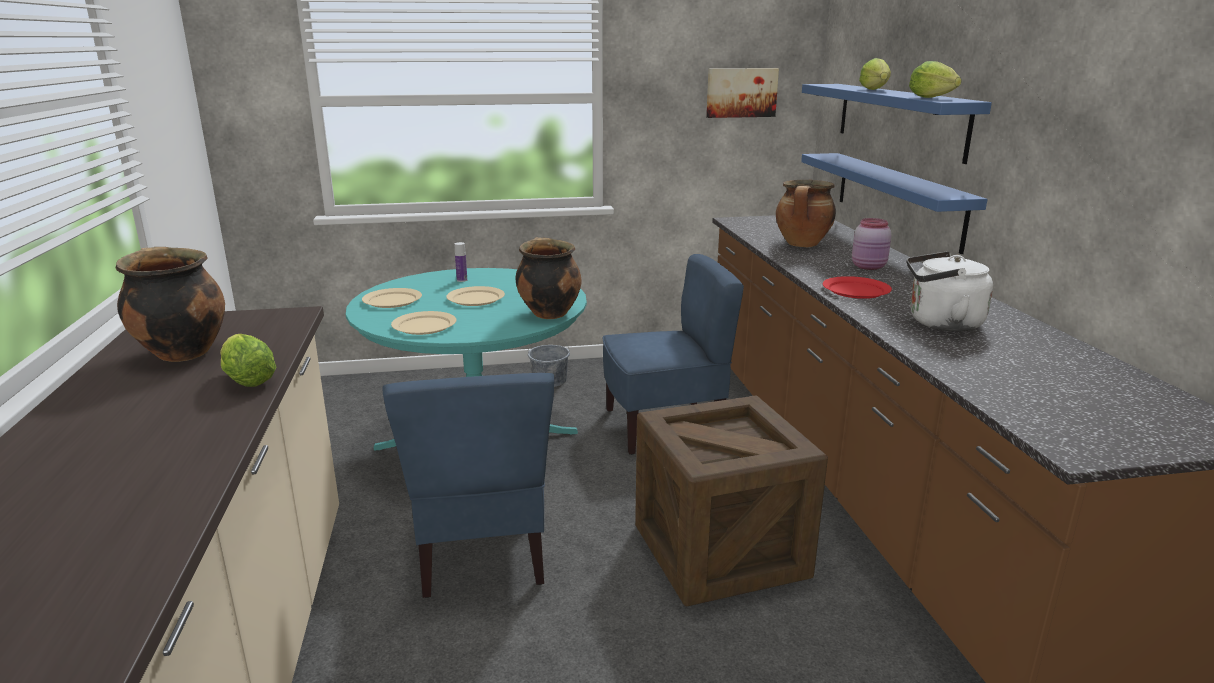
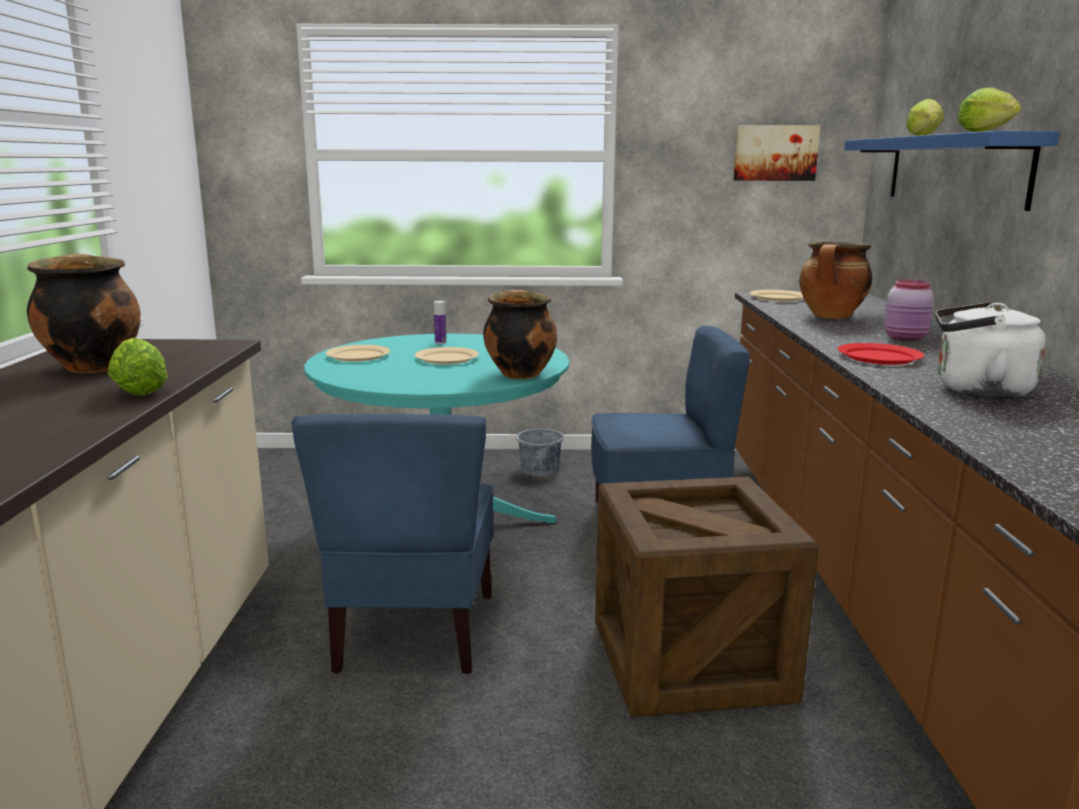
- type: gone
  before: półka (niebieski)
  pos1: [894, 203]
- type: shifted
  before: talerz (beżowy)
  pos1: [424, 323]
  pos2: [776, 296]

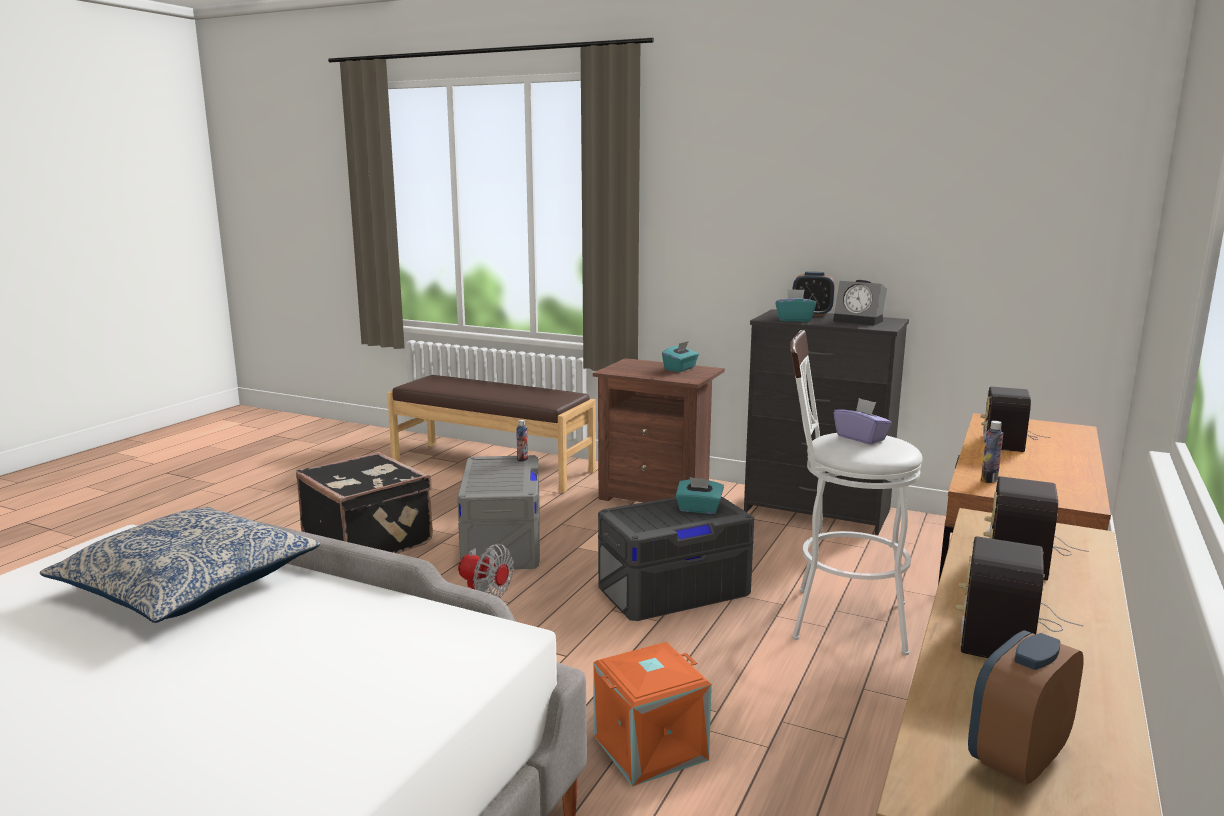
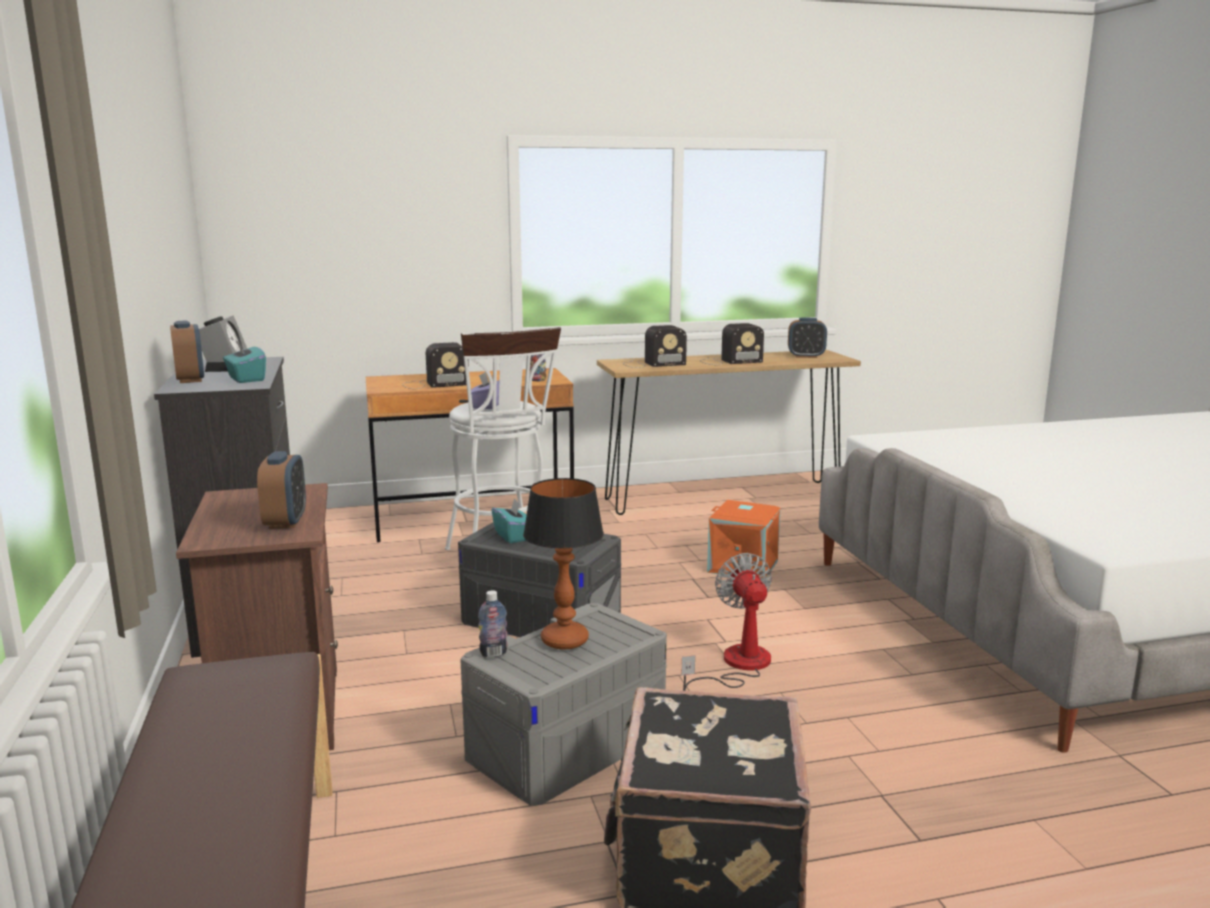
- type: gone
  before: poduszka
  pos1: [179, 565]
- type: gone
  before: pudełko chusteczek (turkusowy)
  pos1: [680, 356]
- type: new
  after: budzik
  pos2: [281, 490]
- type: new
  after: lampa stołowa
  pos2: [563, 563]

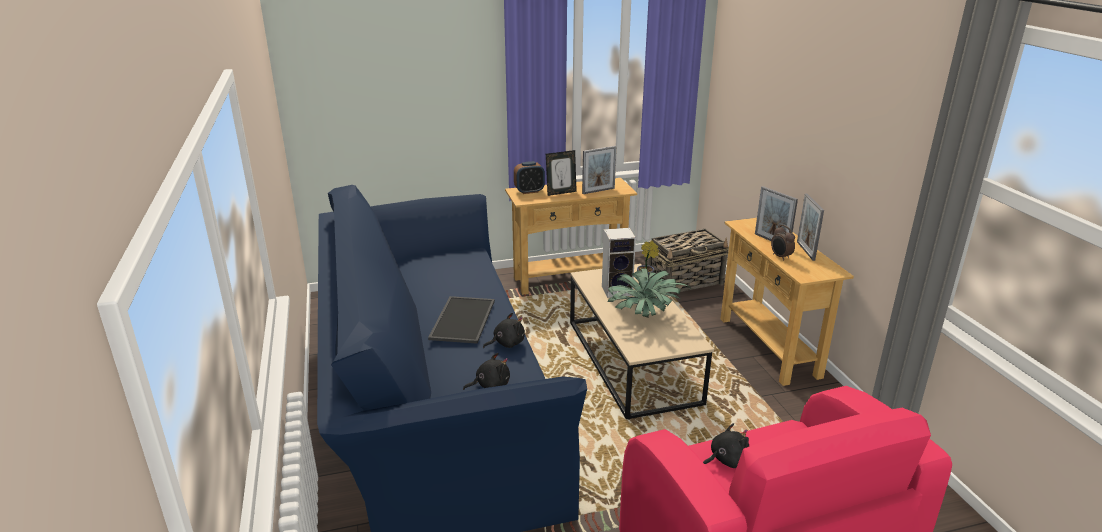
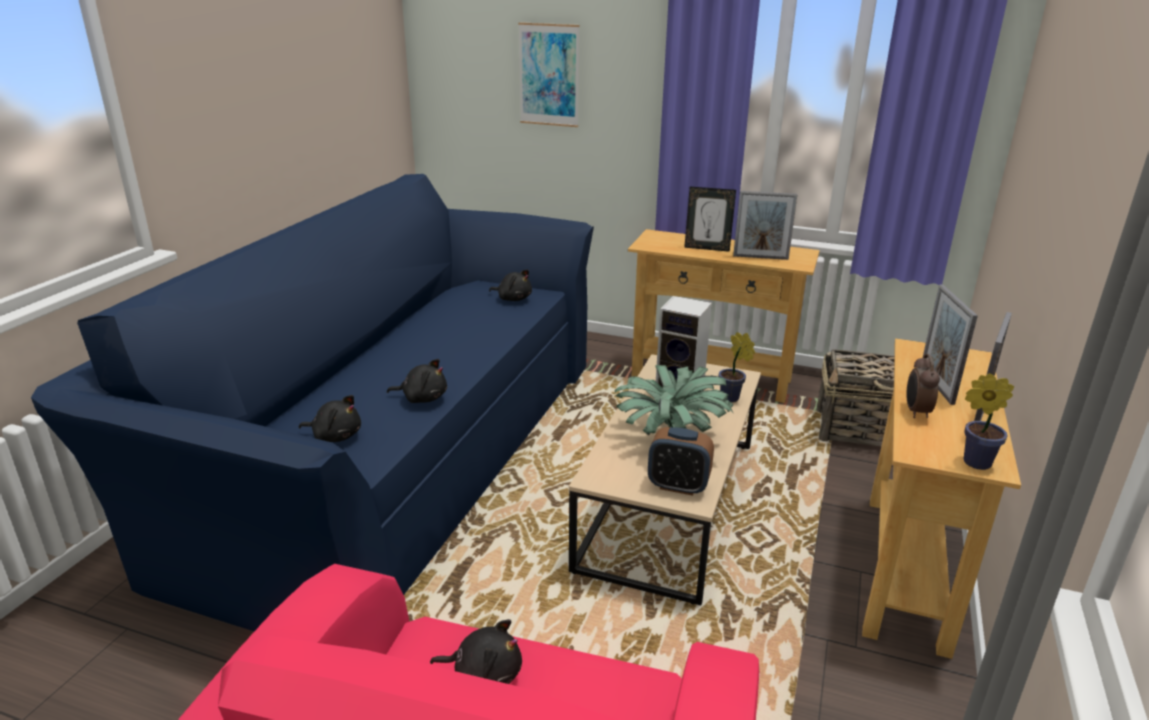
- type: gone
  before: taca
  pos1: [461, 320]
- type: new
  after: pluszak (czarny)
  pos2: [510, 285]
- type: new
  after: obraz
  pos2: [549, 74]
- type: new
  after: roślina doniczkowa
  pos2: [989, 421]
- type: shifted
  before: budzik
  pos1: [529, 177]
  pos2: [681, 461]

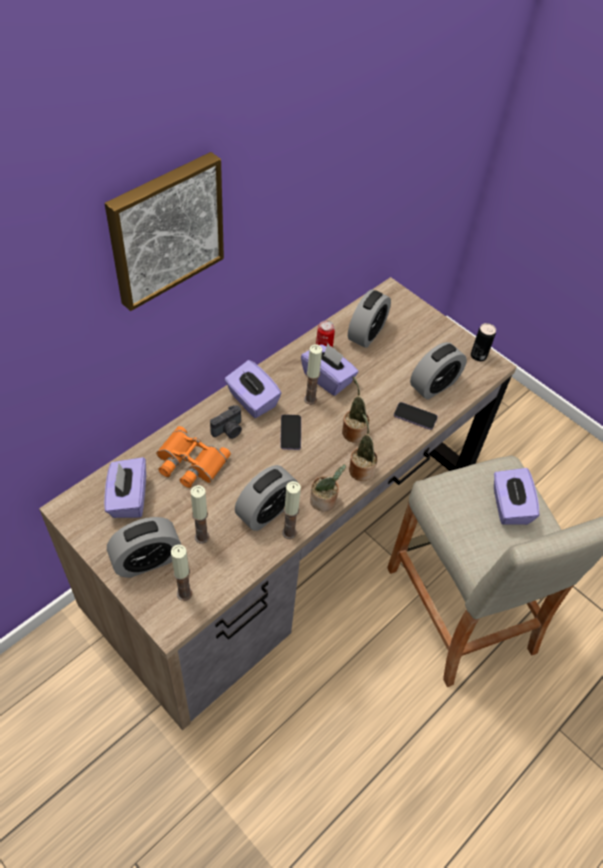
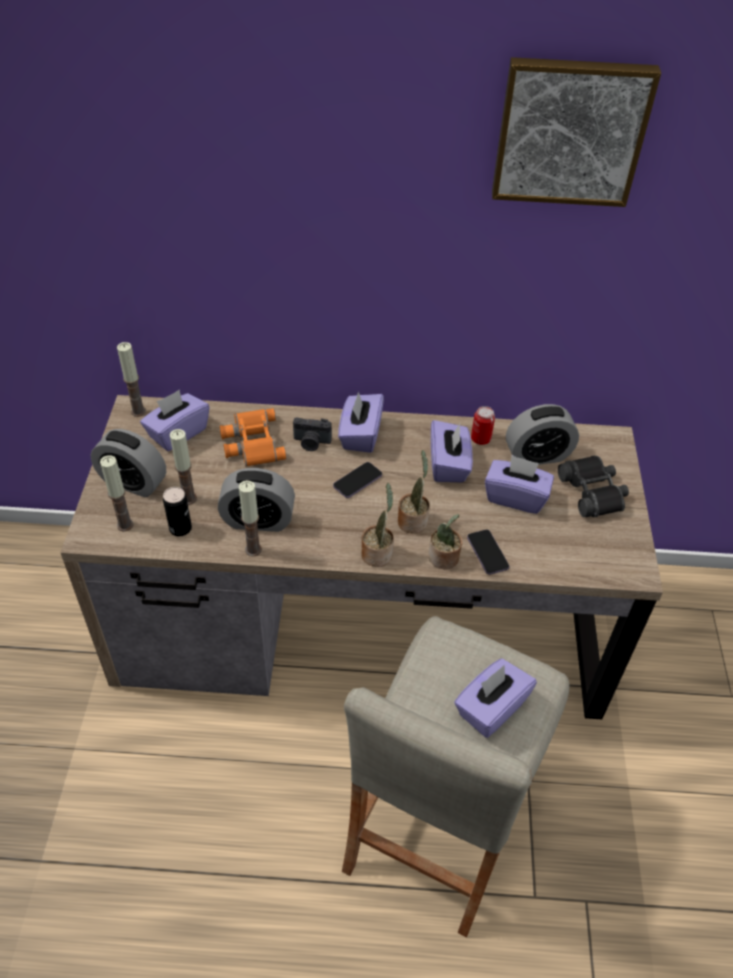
- type: gone
  before: budzik
  pos1: [438, 371]
- type: new
  after: pudełko chusteczek (fioletowy)
  pos2: [519, 484]
- type: new
  after: lornetka (czarny)
  pos2: [593, 486]
- type: shifted
  before: obraz
  pos1: [164, 231]
  pos2: [576, 132]
- type: shifted
  before: świeca
  pos1: [313, 374]
  pos2: [131, 379]
- type: shifted
  before: roślina doniczkowa
  pos1: [328, 488]
  pos2: [445, 541]
- type: shifted
  before: puszka
  pos1: [483, 342]
  pos2: [177, 511]

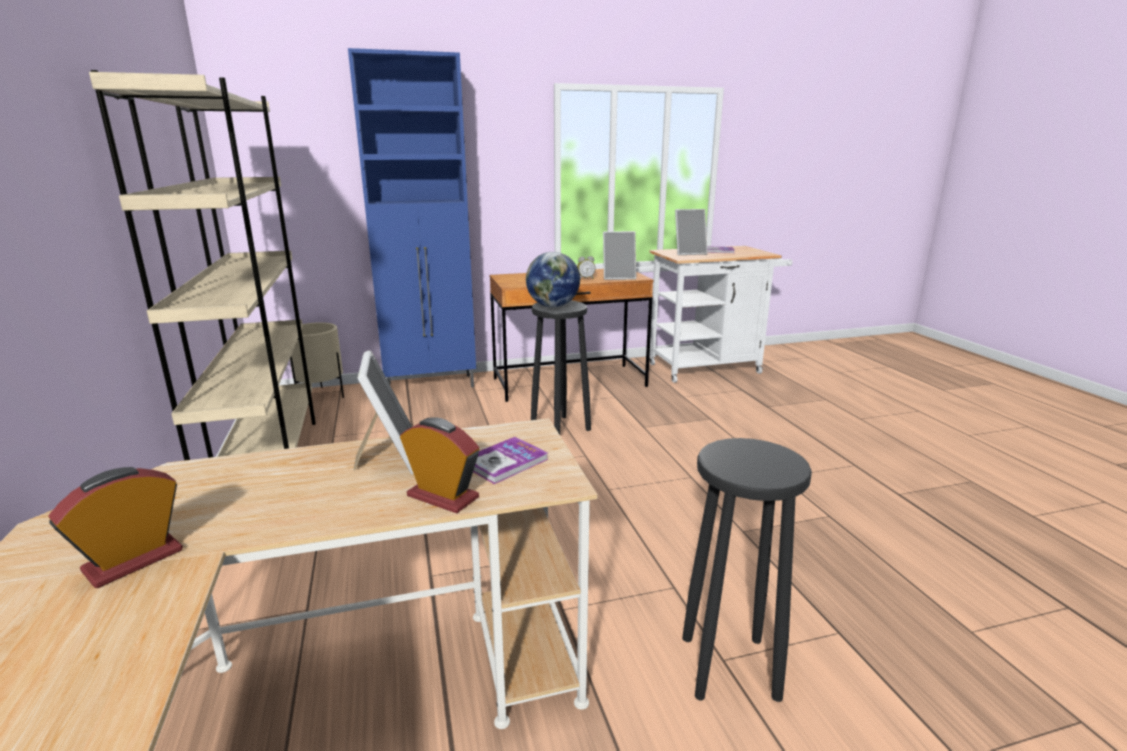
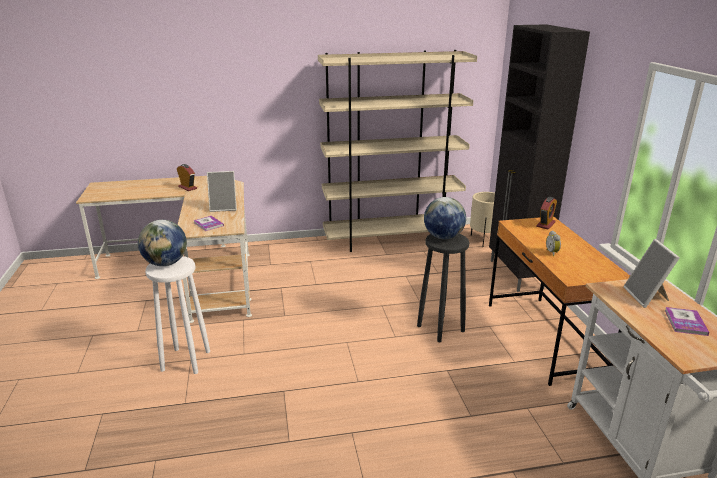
- type: gone
  before: ramka na zdjęcie
  pos1: [619, 255]
- type: new
  after: globus
  pos2: [162, 243]
- type: shifted
  before: budzik
  pos1: [439, 465]
  pos2: [546, 213]
- type: repainted
  before: szafka (niebieski)
  after: szafka (czarny)
  pos1: [412, 217]
  pos2: [539, 158]
- type: repainted
  before: stołek (czarny)
  after: stołek (biały)
  pos1: [747, 570]
  pos2: [177, 315]

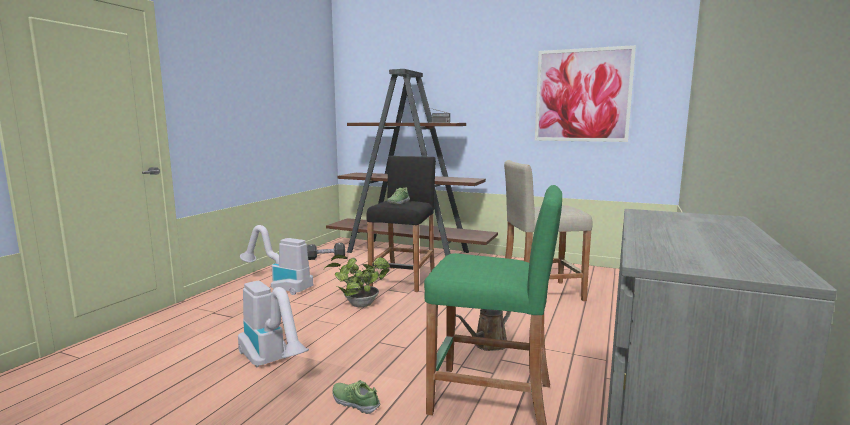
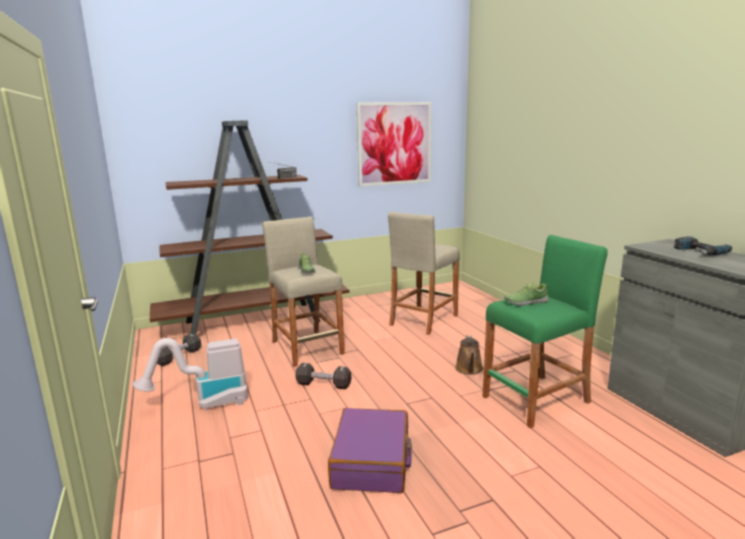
- type: new
  after: wiertarka
  pos2: [703, 246]
- type: shifted
  before: but
  pos1: [356, 397]
  pos2: [526, 294]
- type: swapped
  before: odkurzacz
  after: walizka (fioletowy)
  pos1: [273, 324]
  pos2: [370, 450]
- type: swapped
  before: roślina doniczkowa
  after: hantel (czarny)
  pos1: [357, 281]
  pos2: [323, 376]
- type: repainted
  before: stołek (czarny)
  after: stołek (beżowy)
  pos1: [401, 224]
  pos2: [303, 291]

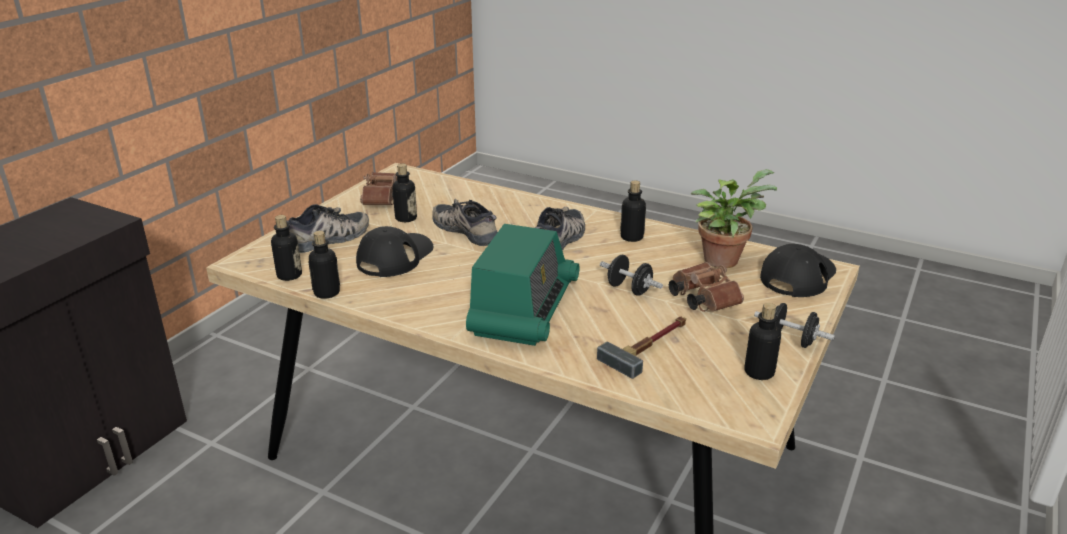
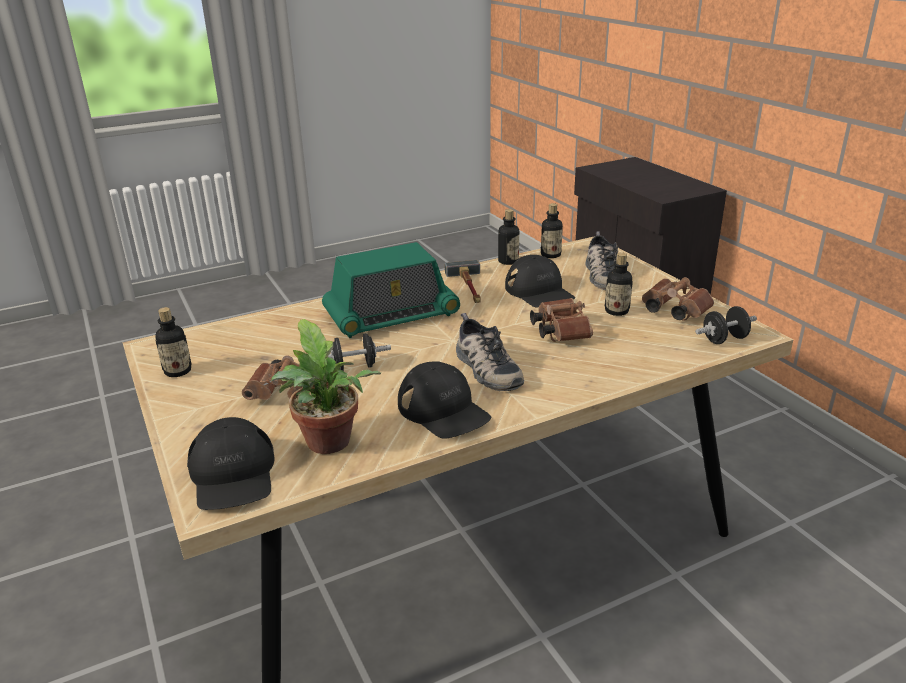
- type: shifted
  before: młotek
  pos1: [641, 347]
  pos2: [463, 281]
- type: shifted
  before: hantel (czarny)
  pos1: [794, 325]
  pos2: [726, 325]
- type: swapped
  before: but
  after: lornetka (brązowy)
  pos1: [465, 222]
  pos2: [561, 320]
- type: swapped
  before: butelka
  after: czapka z daszkiem (czarny)
  pos1: [633, 211]
  pos2: [444, 400]
- type: rotated
  before: radio
  pos1: [522, 285]
  pos2: [391, 290]
  turn: -75

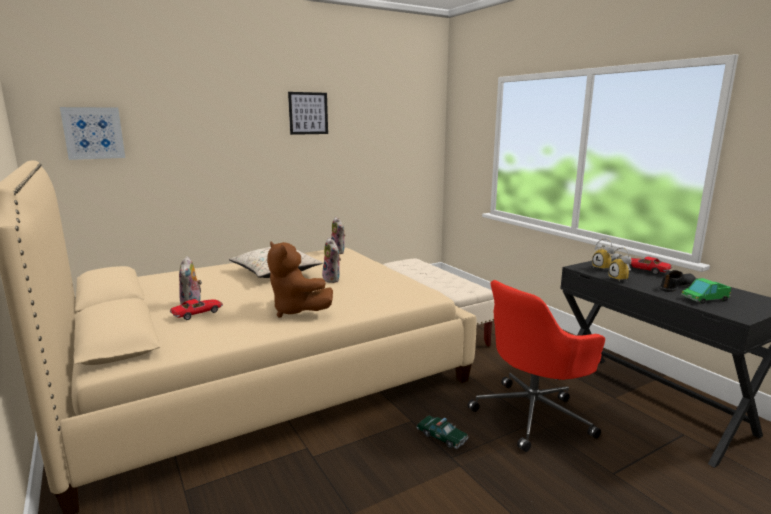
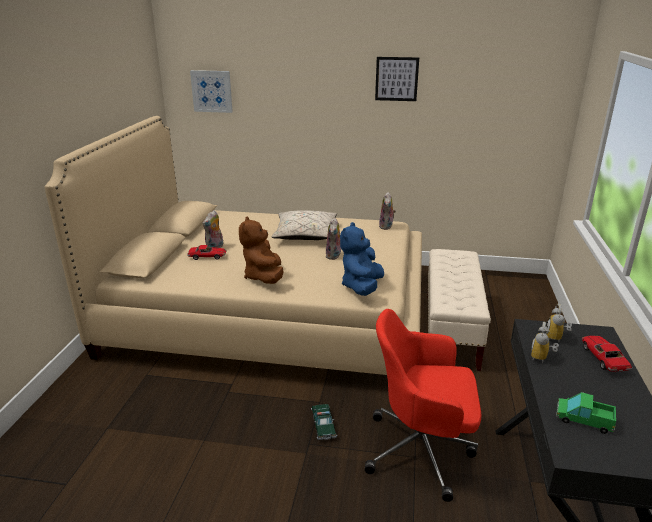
- type: gone
  before: but (czarny)
  pos1: [677, 281]
- type: new
  after: pluszak (niebieski)
  pos2: [362, 259]

